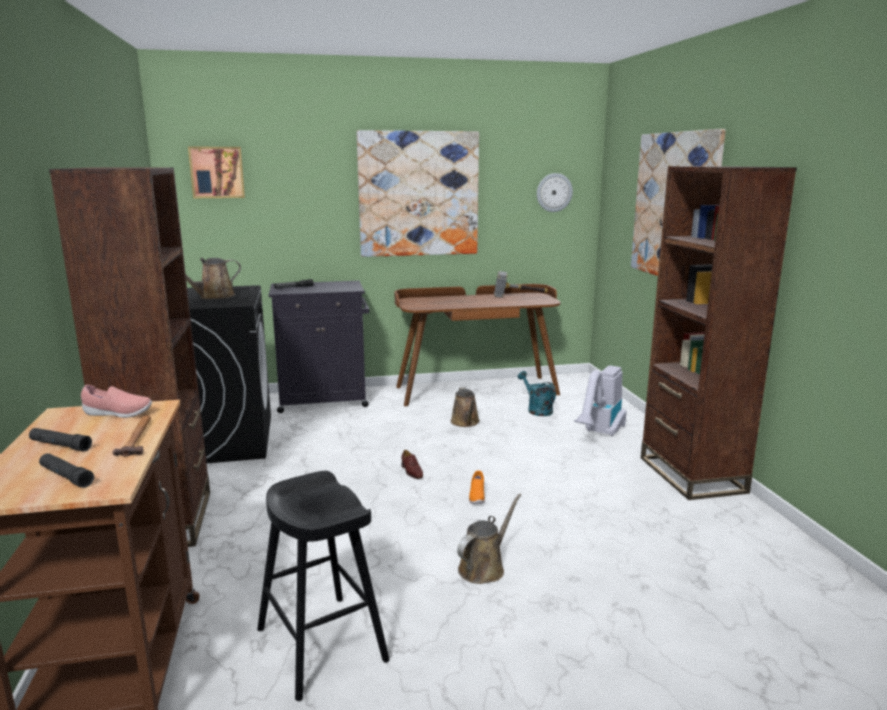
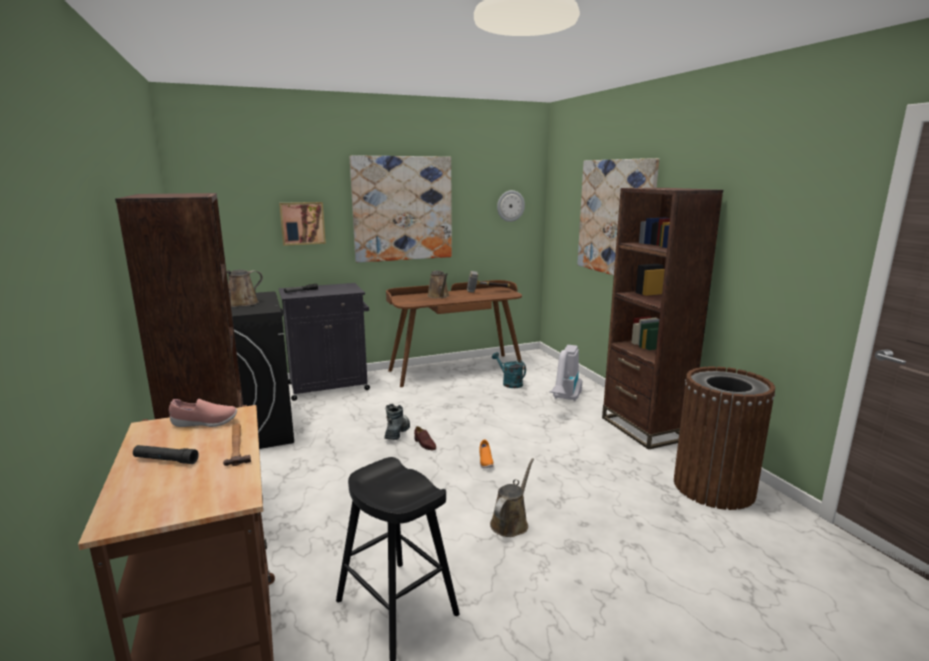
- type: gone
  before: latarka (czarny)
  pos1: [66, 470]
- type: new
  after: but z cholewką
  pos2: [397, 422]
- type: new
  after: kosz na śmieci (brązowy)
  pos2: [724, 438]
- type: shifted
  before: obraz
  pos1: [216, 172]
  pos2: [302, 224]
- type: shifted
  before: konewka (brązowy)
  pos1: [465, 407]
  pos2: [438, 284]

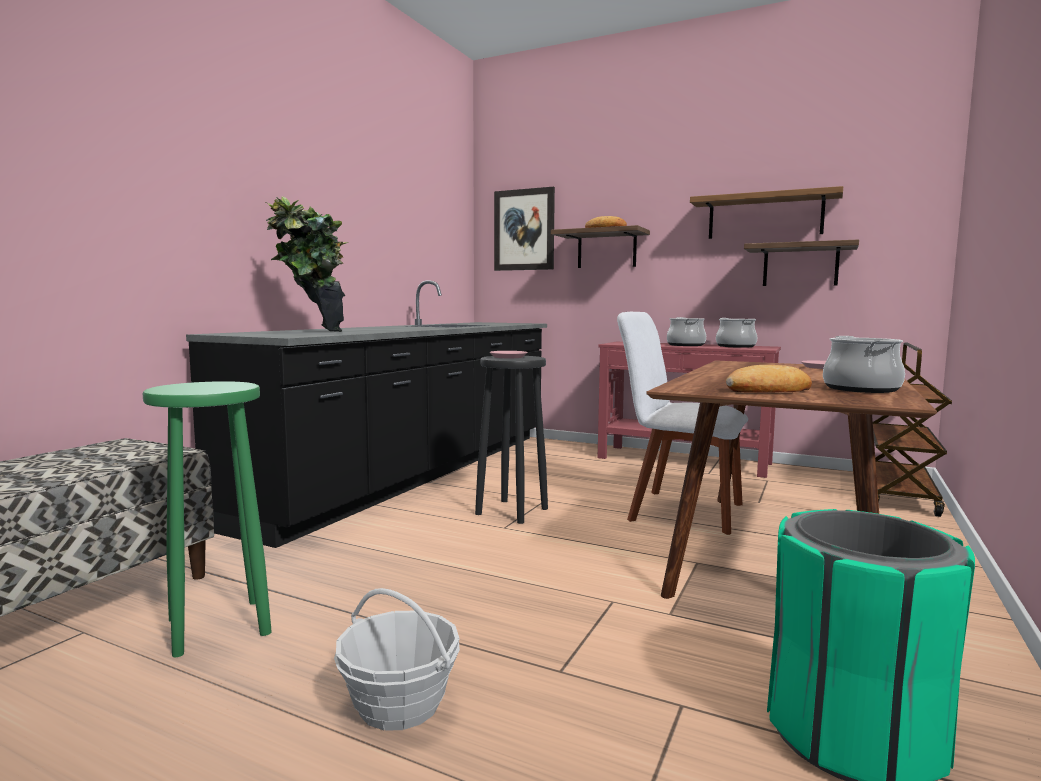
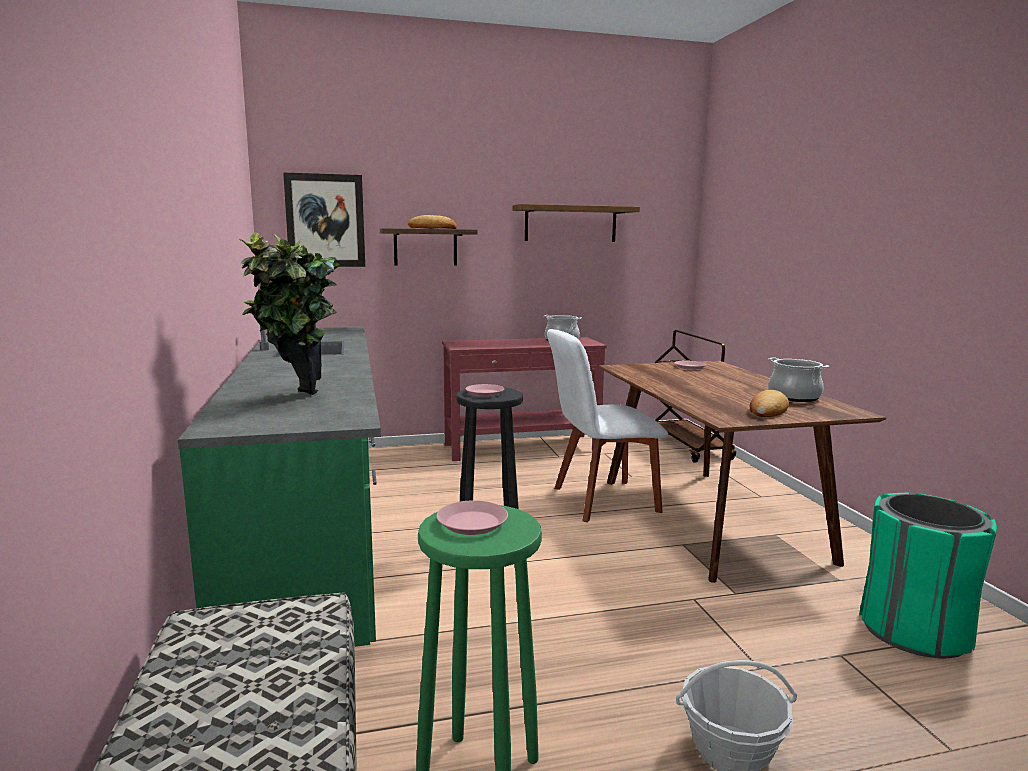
- type: gone
  before: garnek
  pos1: [686, 331]
- type: gone
  before: półka
  pos1: [801, 262]
- type: new
  after: talerz (różowy)
  pos2: [472, 517]
- type: repainted
  before: zabudowa kuchenna (czarny)
  after: zabudowa kuchenna (zielony)
  pos1: [366, 414]
  pos2: [279, 486]

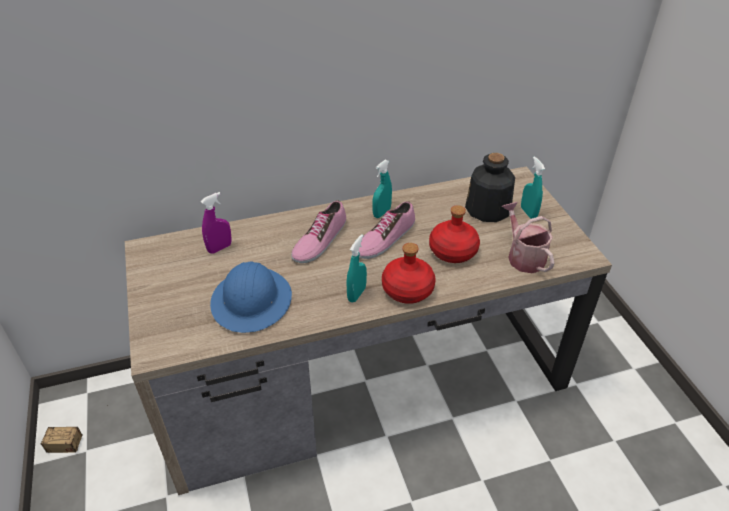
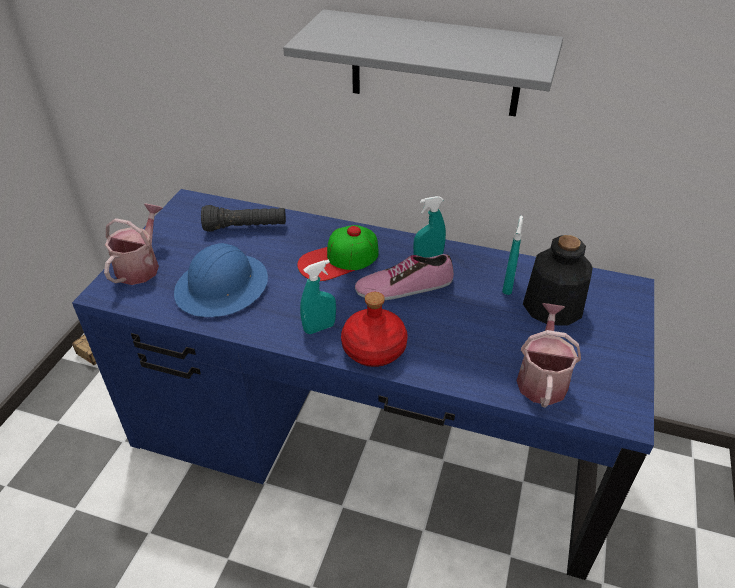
- type: gone
  before: butelka (czerwony)
  pos1: [454, 234]
- type: new
  after: konewka
  pos2: [133, 244]
- type: new
  after: półka (szary)
  pos2: [423, 63]
- type: shifted
  before: spryskiwacz (turkusowy)
  pos1: [533, 187]
  pos2: [512, 255]
- type: swapped
  before: spryskiwacz (fioletowy)
  after: latarka (czarny)
  pos1: [216, 223]
  pos2: [243, 218]
- type: swapped
  before: but
  after: czapka z daszkiem
  pos1: [318, 231]
  pos2: [338, 253]
- type: repainted
  before: biurko (brązowy)
  after: biurko (niebieski)
  pos1: [368, 330]
  pos2: [363, 384]

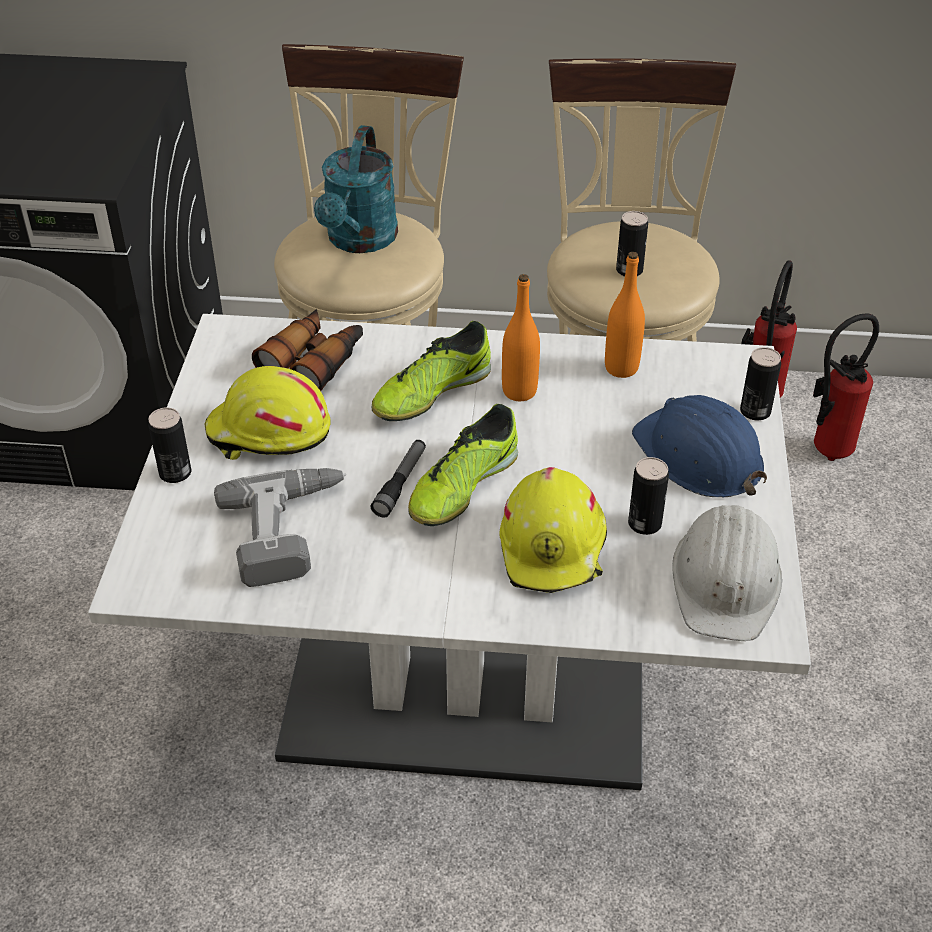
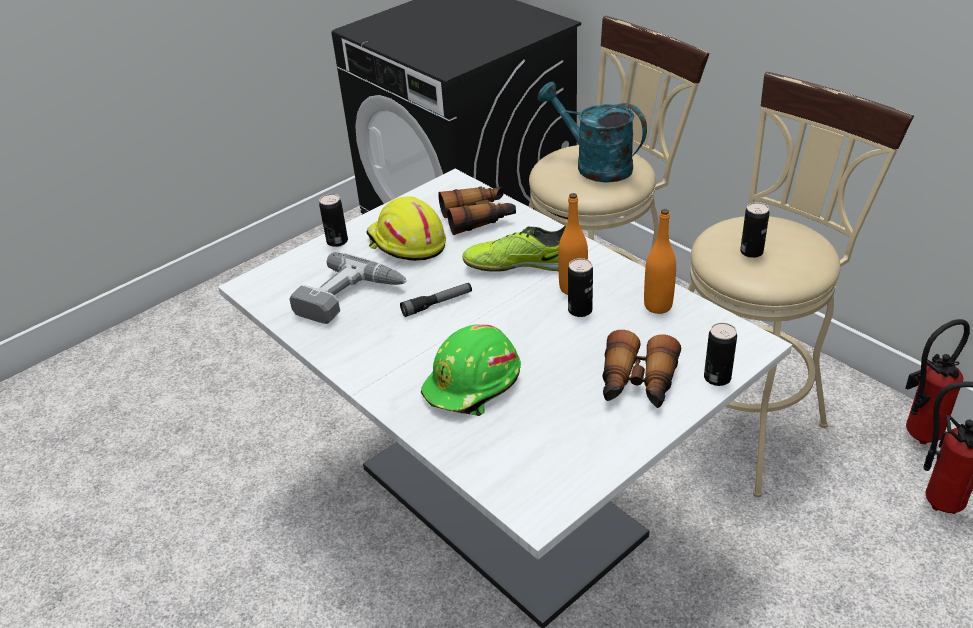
- type: gone
  before: but
  pos1: [463, 465]
- type: gone
  before: kask (biały)
  pos1: [727, 573]
- type: shifted
  before: puszka
  pos1: [648, 496]
  pos2: [580, 287]
- type: swapped
  before: kask (niebieski)
  after: lornetka
  pos1: [699, 446]
  pos2: [641, 369]
- type: repainted
  before: kask (żółty)
  after: kask (zielony)
  pos1: [553, 530]
  pos2: [471, 370]
- type: rotated
  before: konewka (turkusowy)
  pos1: [356, 189]
  pos2: [592, 132]
  turn: 75

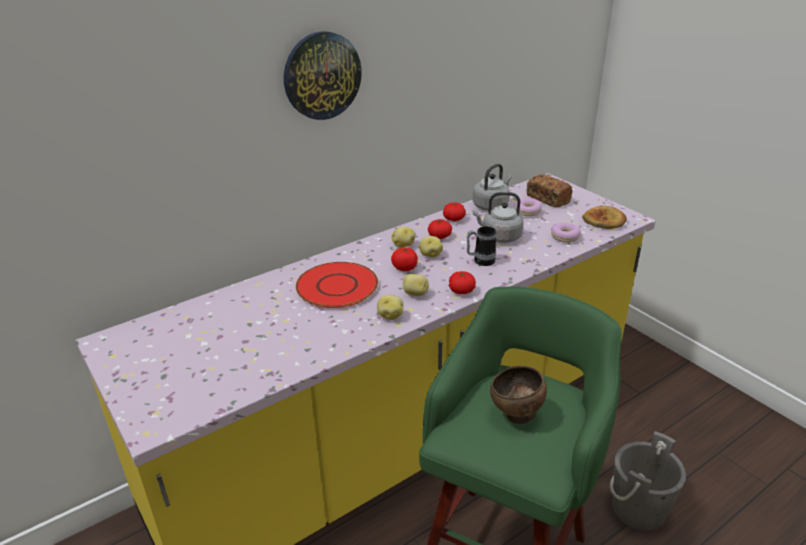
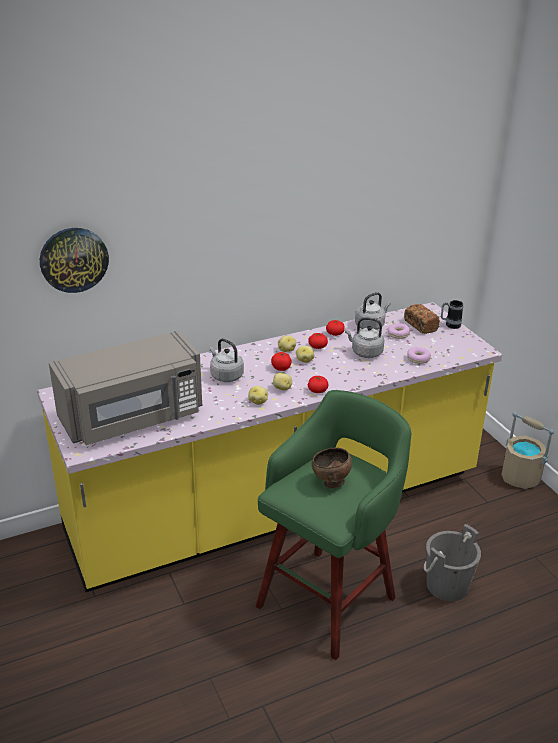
- type: gone
  before: chleb
  pos1: [604, 217]
- type: new
  after: mikrofalówka (szary)
  pos2: [126, 387]
- type: new
  after: wiadro (beżowy)
  pos2: [527, 450]
- type: shifted
  before: zegar ścienny
  pos1: [323, 75]
  pos2: [74, 260]
- type: shifted
  before: kubek
  pos1: [481, 246]
  pos2: [452, 314]
- type: swapped
  before: talerz (czerwony)
  after: czajnik (szary)
  pos1: [337, 285]
  pos2: [227, 360]

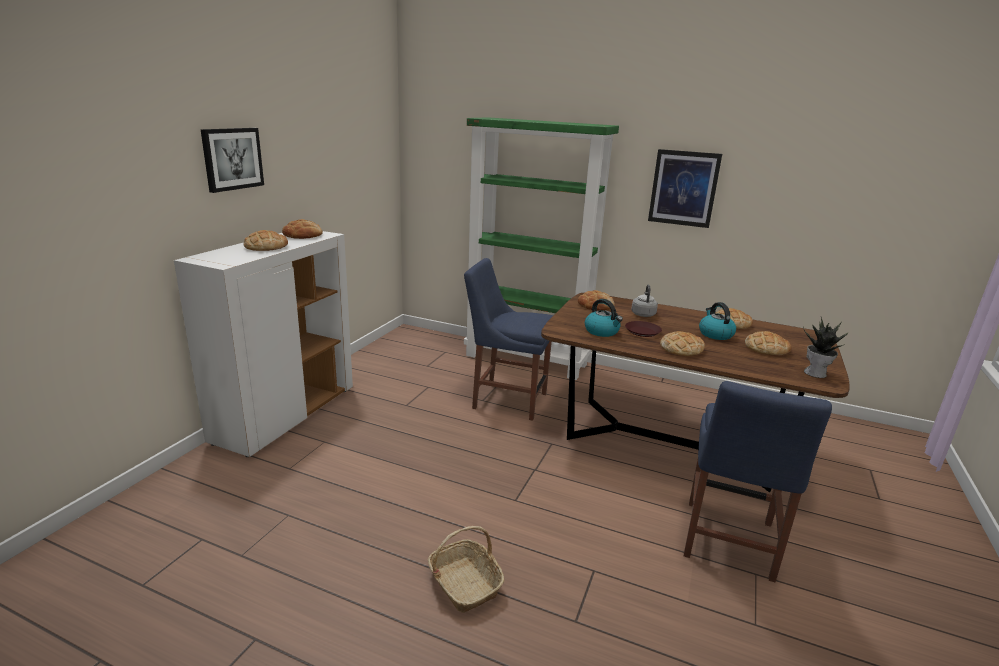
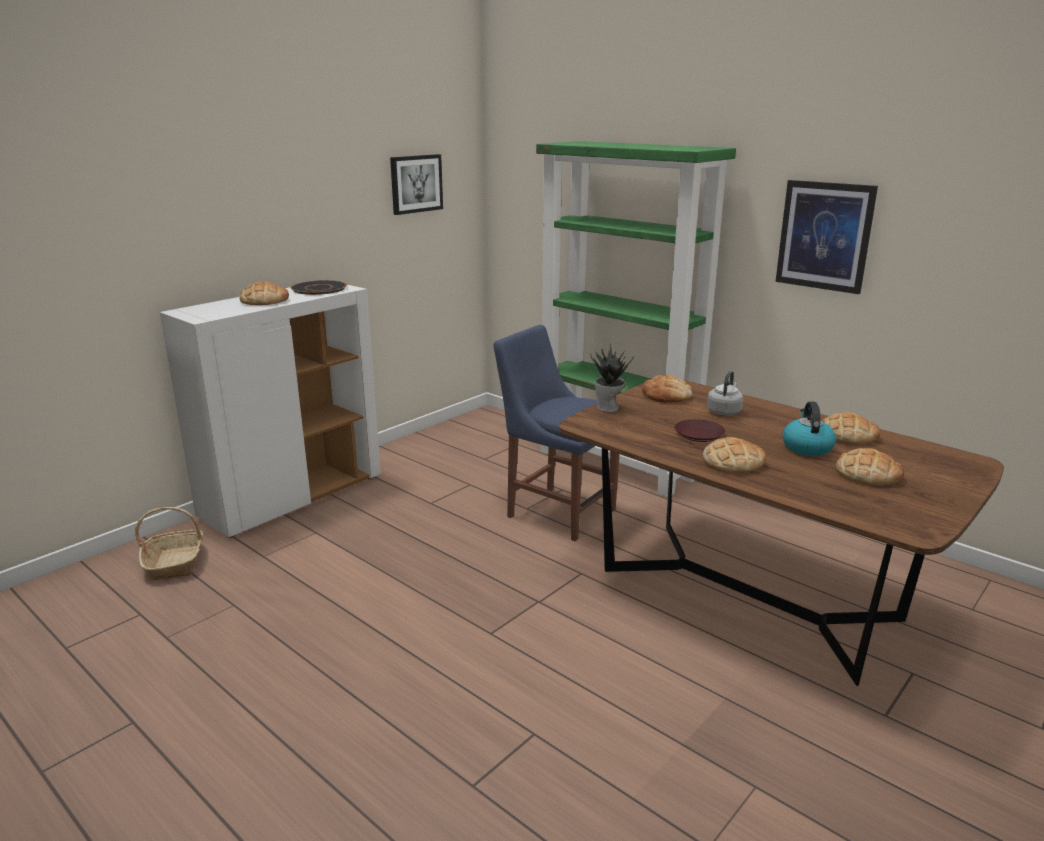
- type: gone
  before: czajnik
  pos1: [604, 318]
- type: gone
  before: krzesło (niebieski)
  pos1: [758, 481]
- type: shifted
  before: obraz
  pos1: [232, 160]
  pos2: [416, 184]
- type: shifted
  before: koszyk
  pos1: [466, 569]
  pos2: [169, 543]
- type: shifted
  before: roślina doniczkowa
  pos1: [825, 347]
  pos2: [612, 377]
- type: swapped
  before: chleb
  after: talerz (czarny)
  pos1: [302, 229]
  pos2: [319, 287]

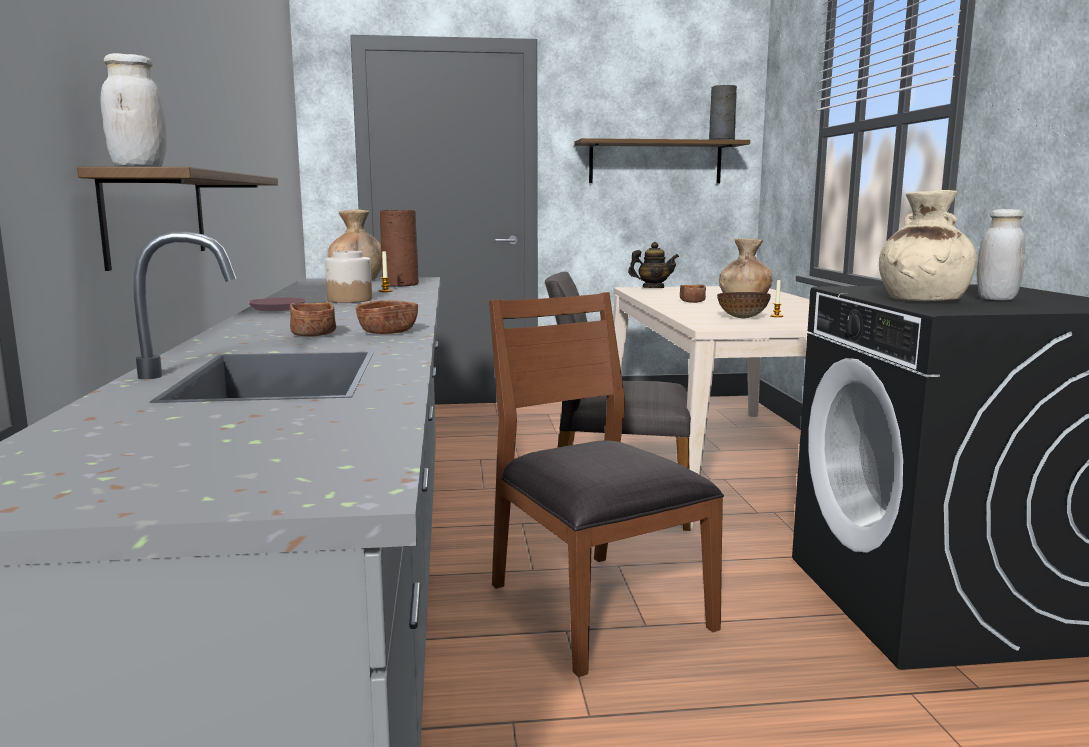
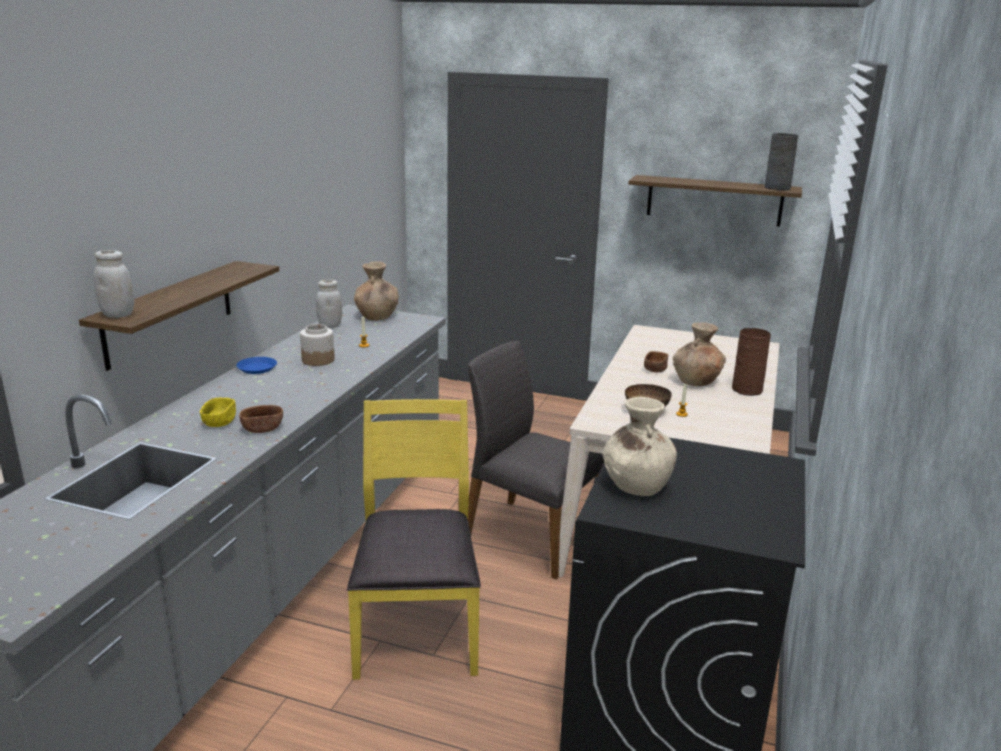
- type: gone
  before: imbryk
  pos1: [653, 265]
- type: shifted
  before: wazon (brązowy)
  pos1: [399, 248]
  pos2: [751, 362]
- type: shifted
  before: słoik (biały)
  pos1: [1001, 255]
  pos2: [329, 304]
- type: repainted
  before: talerz (różowy)
  after: talerz (niebieski)
  pos1: [277, 304]
  pos2: [256, 365]
- type: repainted
  before: miska (brązowy)
  after: miska (żółty)
  pos1: [313, 319]
  pos2: [218, 412]
- type: repainted
  before: krzesło (brązowy)
  after: krzesło (żółty)
  pos1: [606, 484]
  pos2: [414, 539]

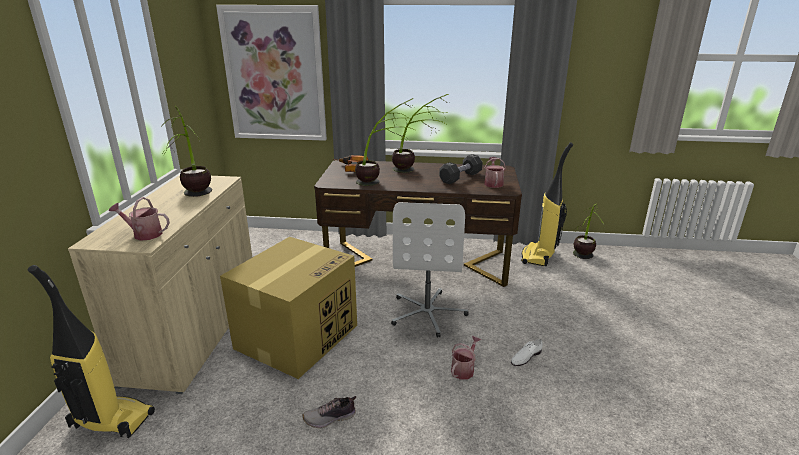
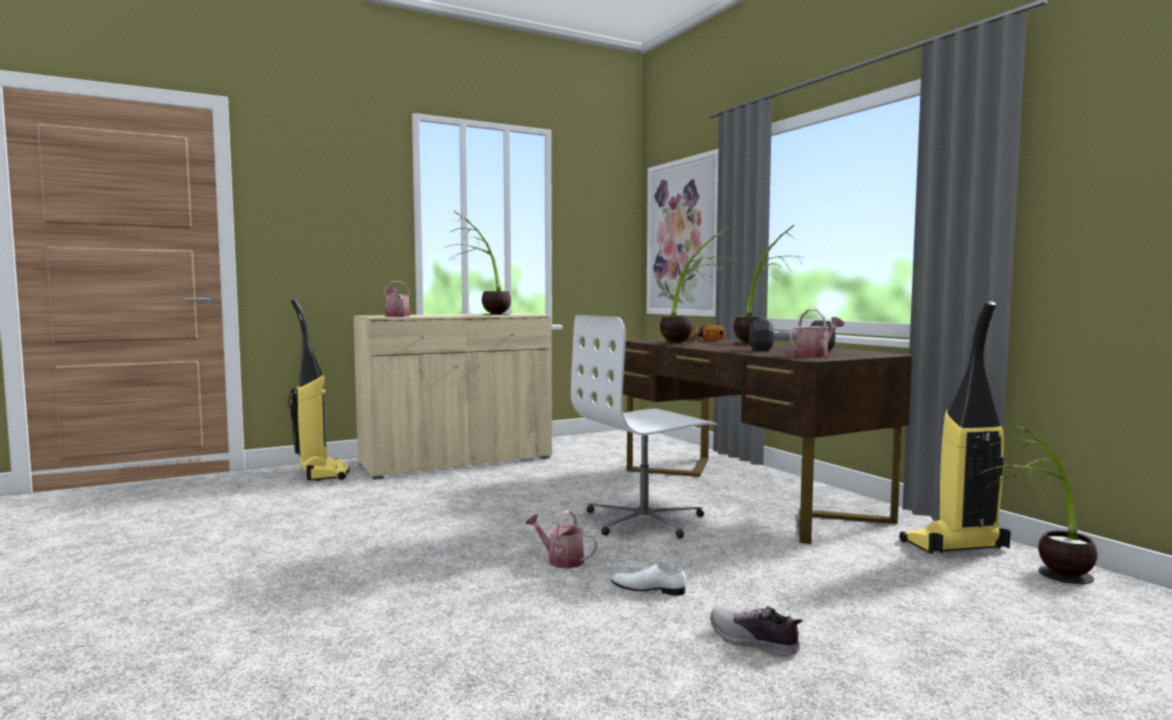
- type: gone
  before: karton
  pos1: [288, 308]
- type: shifted
  before: but
  pos1: [329, 412]
  pos2: [756, 631]
- type: rotated
  before: konewka
  pos1: [466, 358]
  pos2: [561, 538]
  turn: -150

